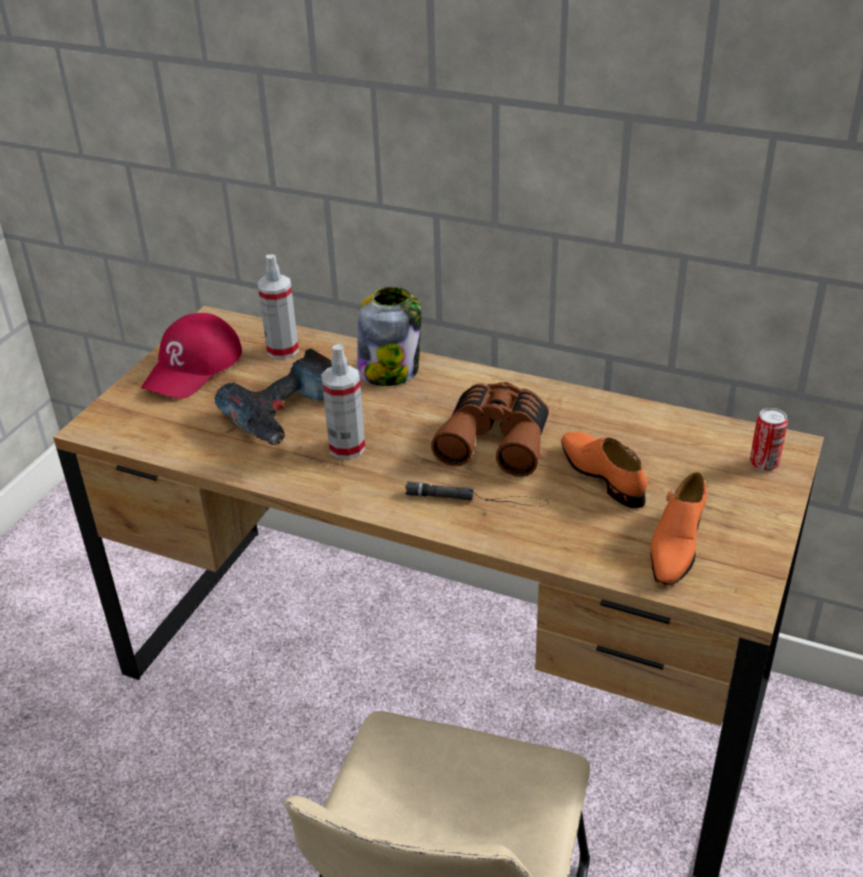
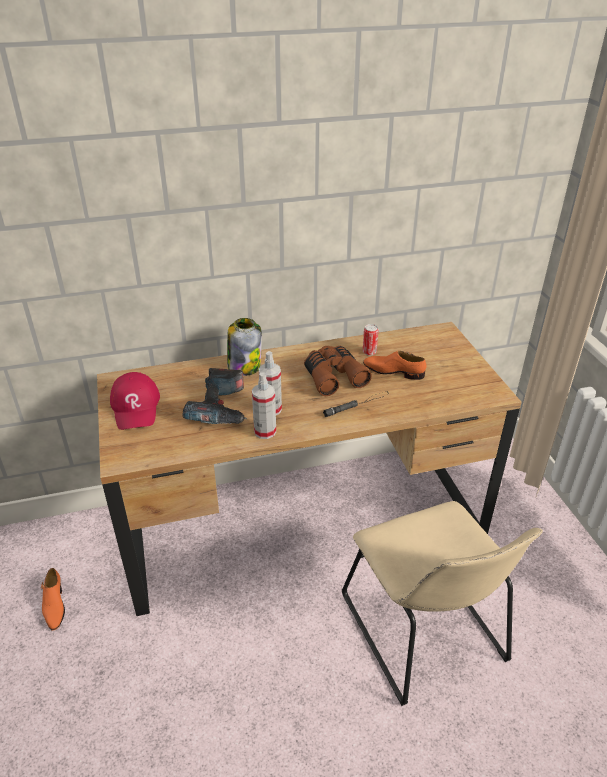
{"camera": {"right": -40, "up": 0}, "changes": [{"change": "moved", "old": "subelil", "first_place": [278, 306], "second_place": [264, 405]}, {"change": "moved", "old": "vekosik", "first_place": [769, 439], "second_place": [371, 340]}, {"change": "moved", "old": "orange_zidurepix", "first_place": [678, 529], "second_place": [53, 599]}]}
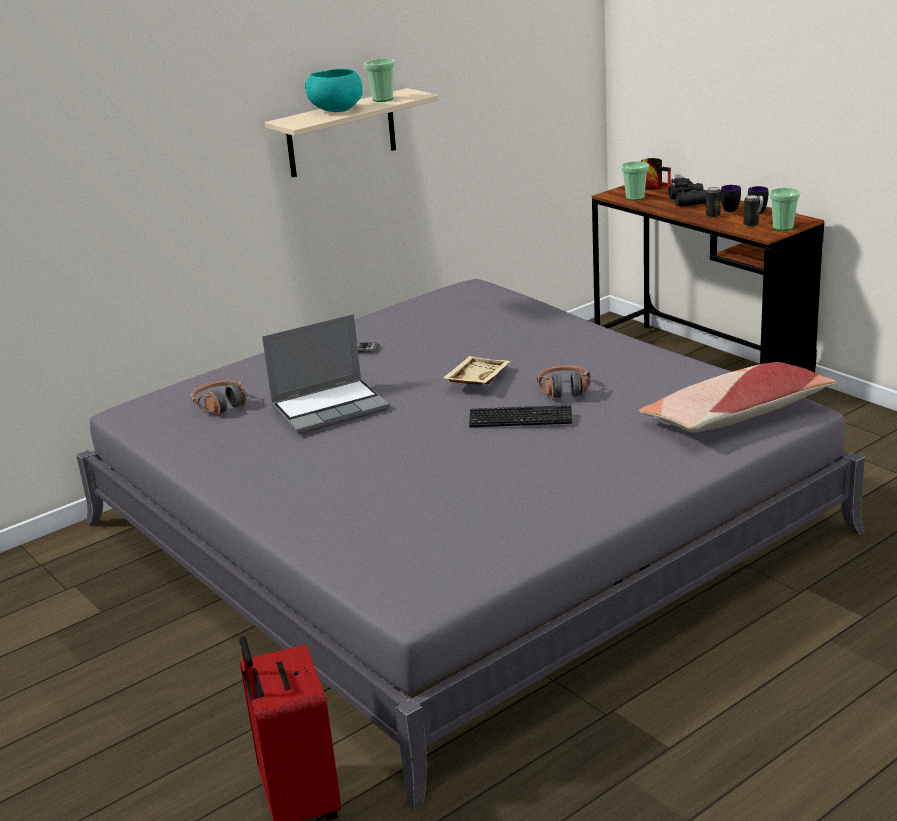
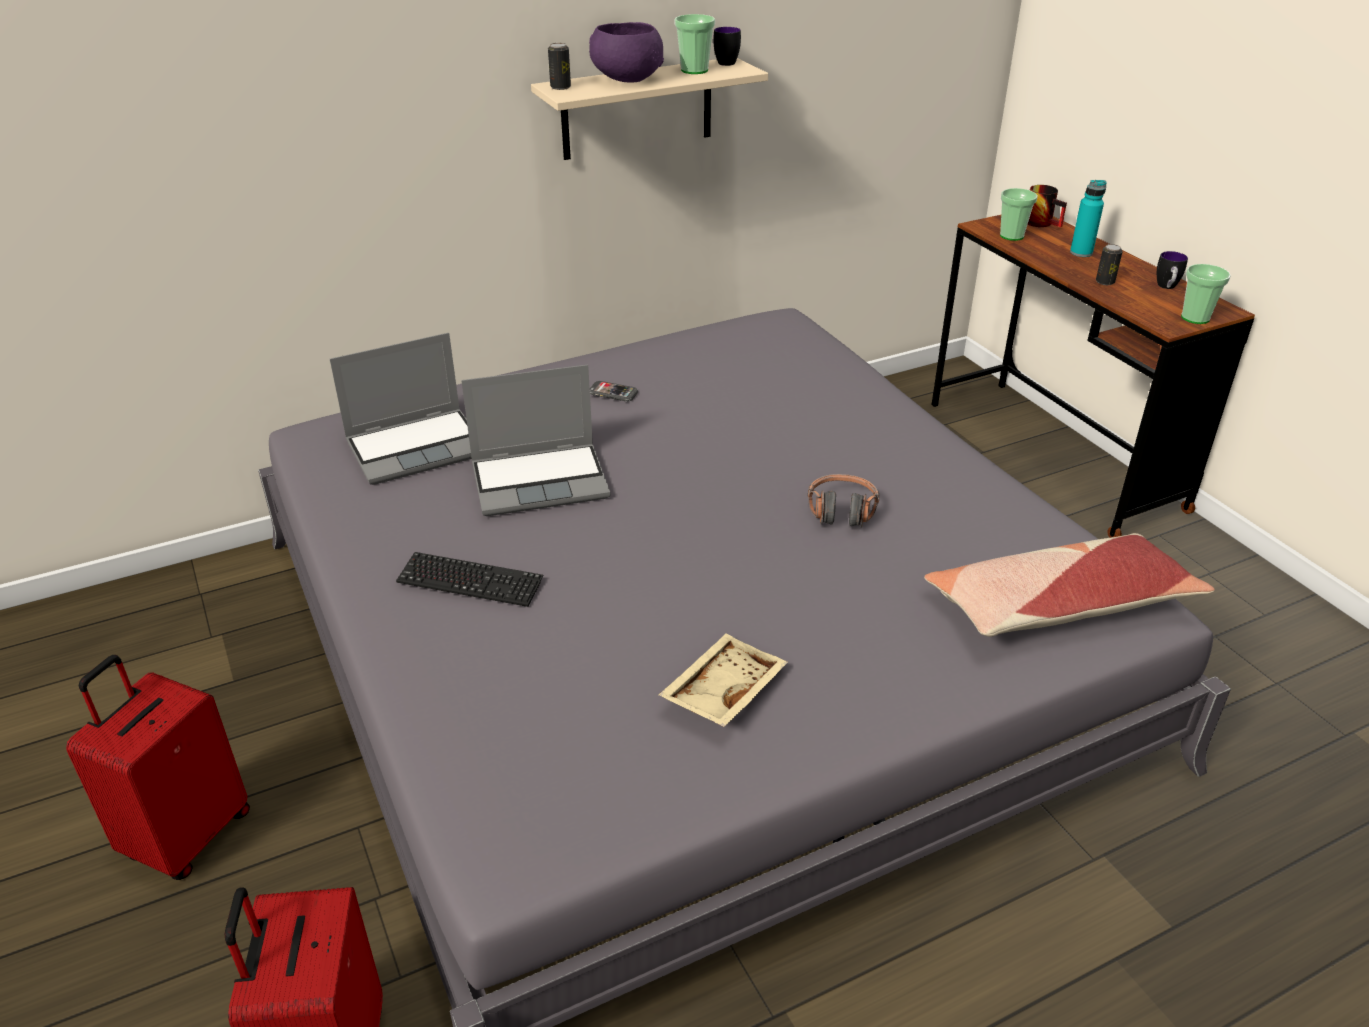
{"camera": {"right": 10, "up": 10}, "changes": [{"change": "recoloured", "old": "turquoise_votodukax", "new": "purple_votodukax", "first_place": [334, 90], "second_place": [626, 52]}, {"change": "replaced", "old": "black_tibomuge", "new": "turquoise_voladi", "first_place": [687, 192], "second_place": [1088, 218]}, {"change": "moved", "old": "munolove", "first_place": [731, 198], "second_place": [727, 46]}, {"change": "moved", "old": "vekosik", "first_place": [751, 211], "second_place": [559, 66]}, {"change": "moved", "old": "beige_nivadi", "first_place": [476, 370], "second_place": [723, 680]}, {"change": "replaced", "old": "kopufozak", "new": "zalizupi", "first_place": [218, 398], "second_place": [401, 409]}, {"change": "moved", "old": "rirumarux", "first_place": [520, 416], "second_place": [470, 579]}, {"change": "added", "new": "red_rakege", "second_place": [158, 767]}]}
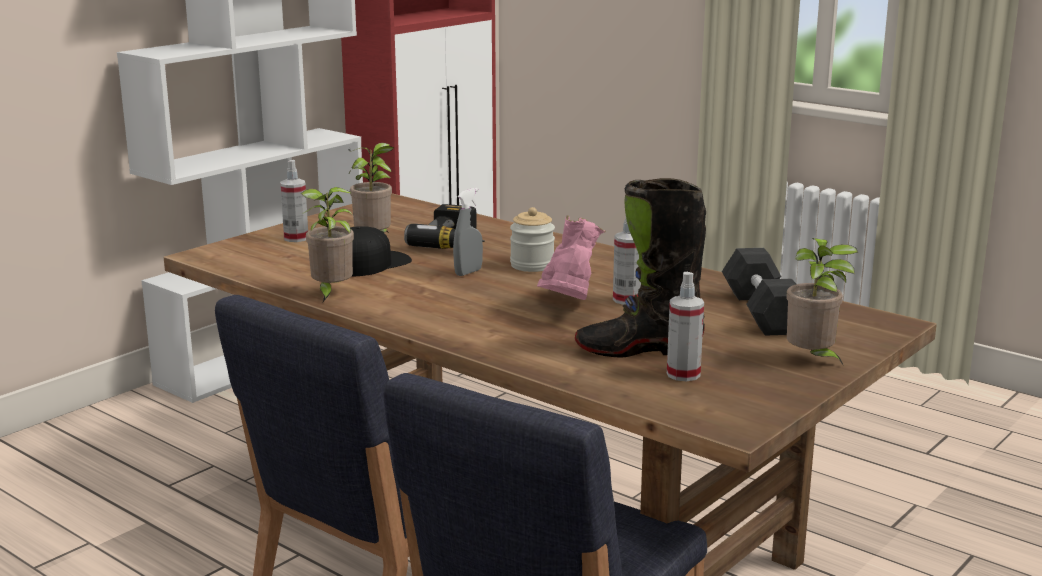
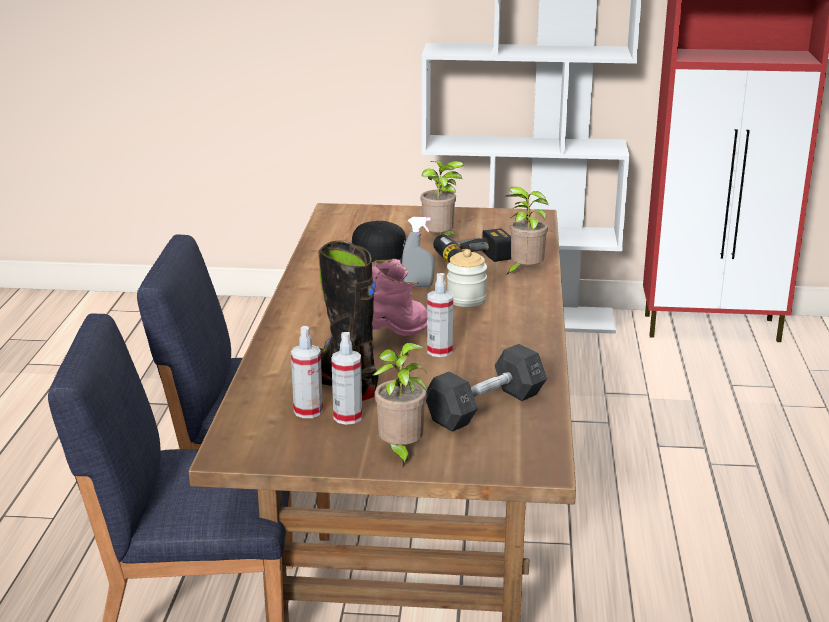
{"camera": {"right": 55, "up": 5}, "changes": [{"change": "moved", "old": "subelil", "first_place": [294, 201], "second_place": [346, 378]}, {"change": "moved", "old": "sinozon", "first_place": [327, 244], "second_place": [526, 231]}]}
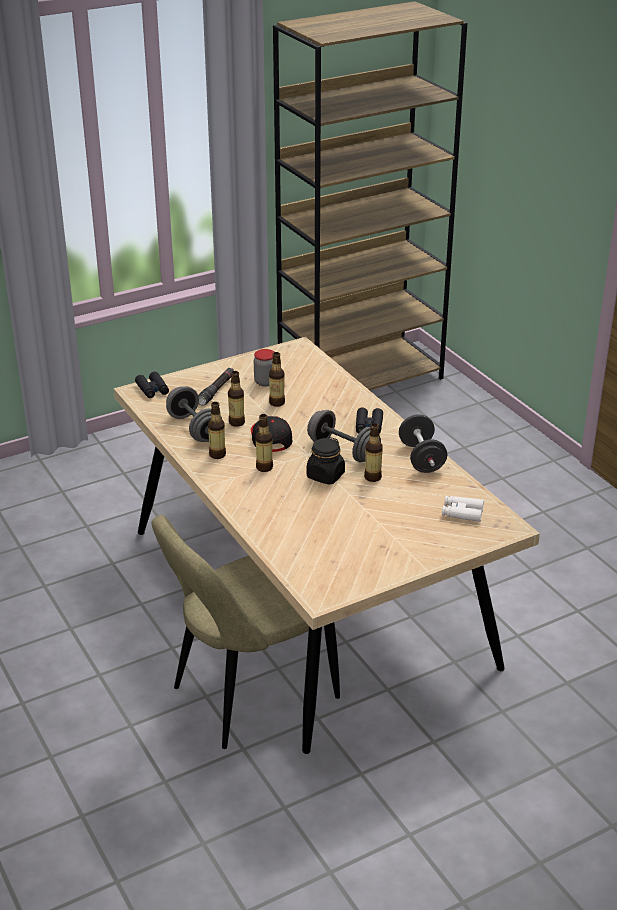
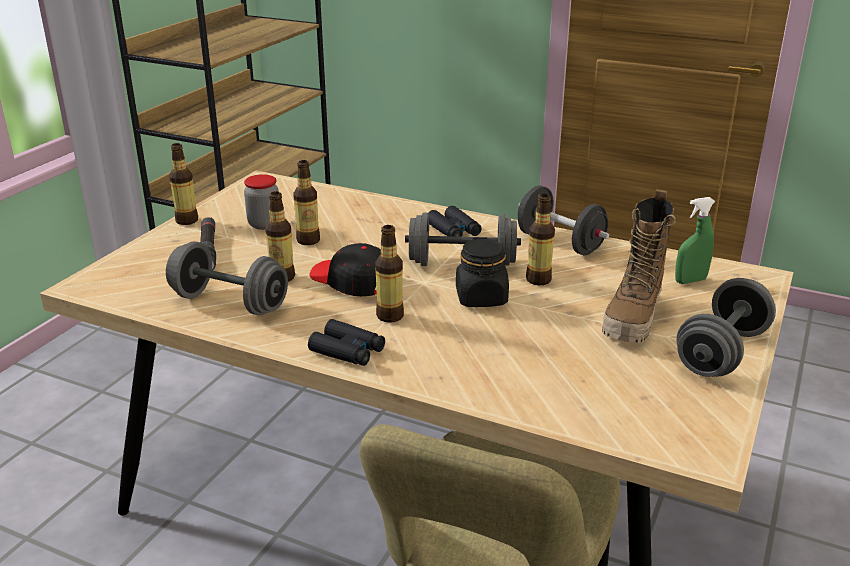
{"camera": {"right": -35, "up": -5}, "changes": [{"change": "moved", "old": "black_tibomuge", "first_place": [152, 385], "second_place": [346, 342]}, {"change": "moved", "old": "voladi", "first_place": [217, 430], "second_place": [183, 184]}, {"change": "replaced", "old": "white_tibomuge", "new": "green_subelil", "first_place": [463, 509], "second_place": [695, 240]}, {"change": "added", "new": "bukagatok", "second_place": [639, 266]}, {"change": "added", "new": "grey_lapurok", "second_place": [726, 327]}]}
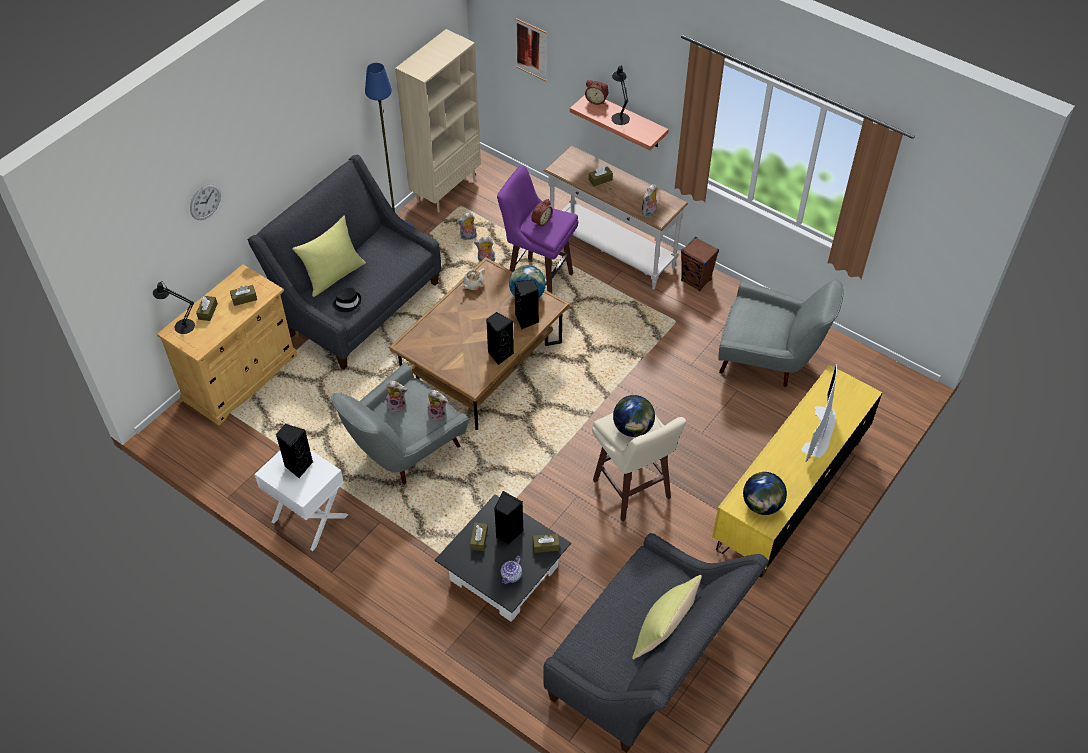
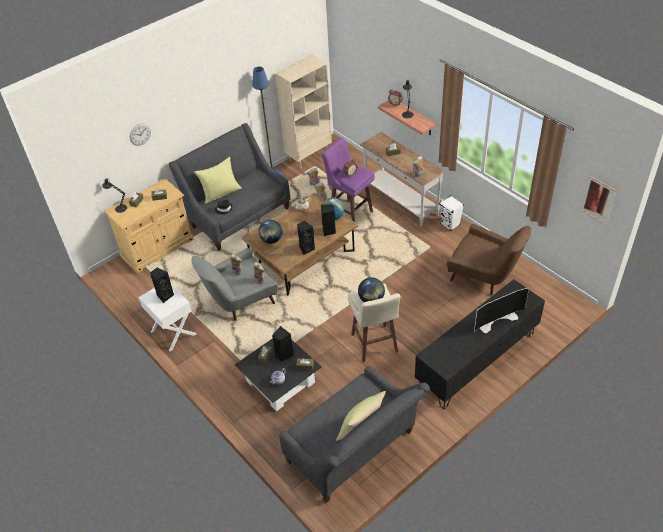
{"camera": {"right": 15, "up": -5}, "changes": [{"change": "moved", "old": "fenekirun", "first_place": [531, 49], "second_place": [599, 201]}, {"change": "recoloured", "old": "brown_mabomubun", "new": "white_mabomubun", "first_place": [700, 264], "second_place": [451, 213]}, {"change": "recoloured", "old": "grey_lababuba", "new": "brown_lababuba", "first_place": [781, 333], "second_place": [489, 259]}, {"change": "turned", "old": "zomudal", "first_place": [819, 413], "second_place": [501, 310], "degrees": -150}, {"change": "recoloured", "old": "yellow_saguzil", "new": "black_saguzil", "first_place": [797, 471], "second_place": [480, 344]}, {"change": "moved", "old": "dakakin", "first_place": [765, 493], "second_place": [271, 232]}]}
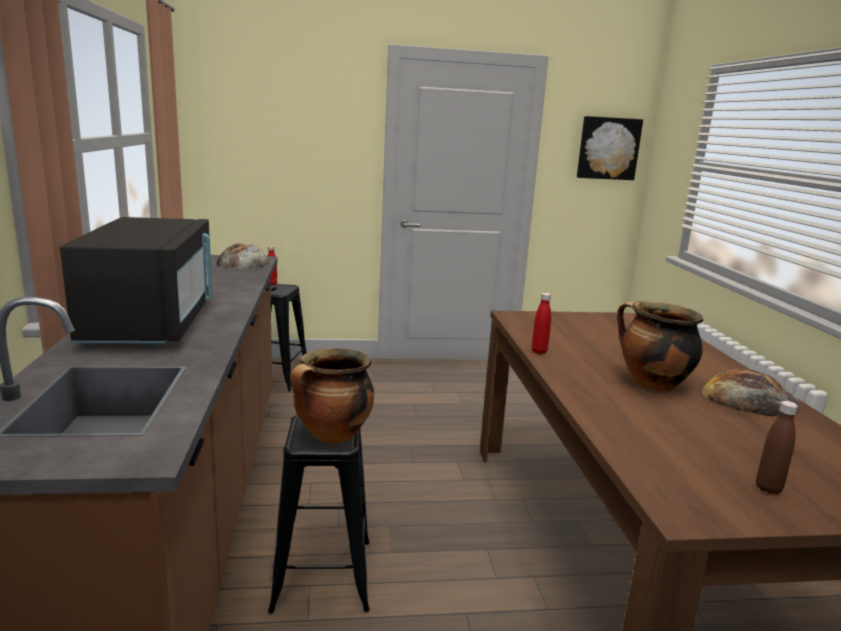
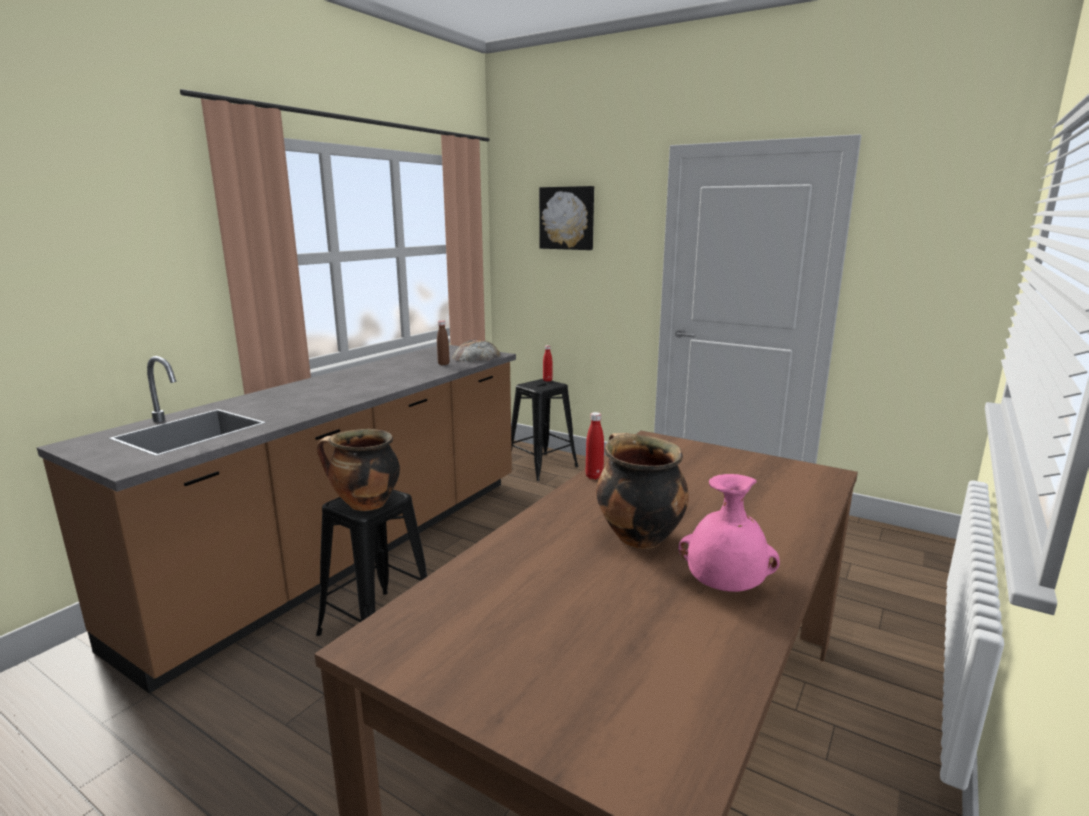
{"camera": {"right": 40, "up": 0}, "changes": [{"change": "moved", "old": "fenekirun", "first_place": [610, 148], "second_place": [566, 218]}, {"change": "removed", "old": "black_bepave", "first_place": [136, 282]}, {"change": "replaced", "old": "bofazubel", "new": "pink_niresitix", "first_place": [751, 393], "second_place": [729, 533]}, {"change": "moved", "old": "brown_voladi", "first_place": [777, 447], "second_place": [443, 343]}]}
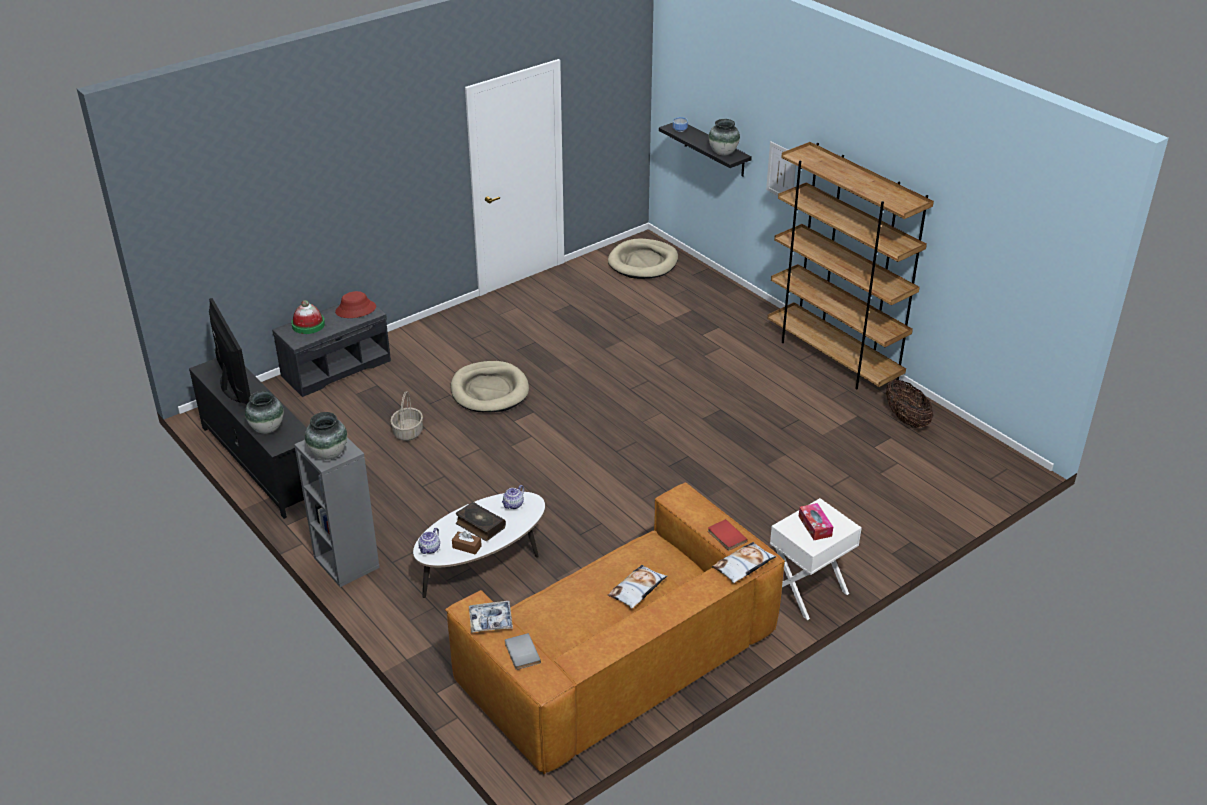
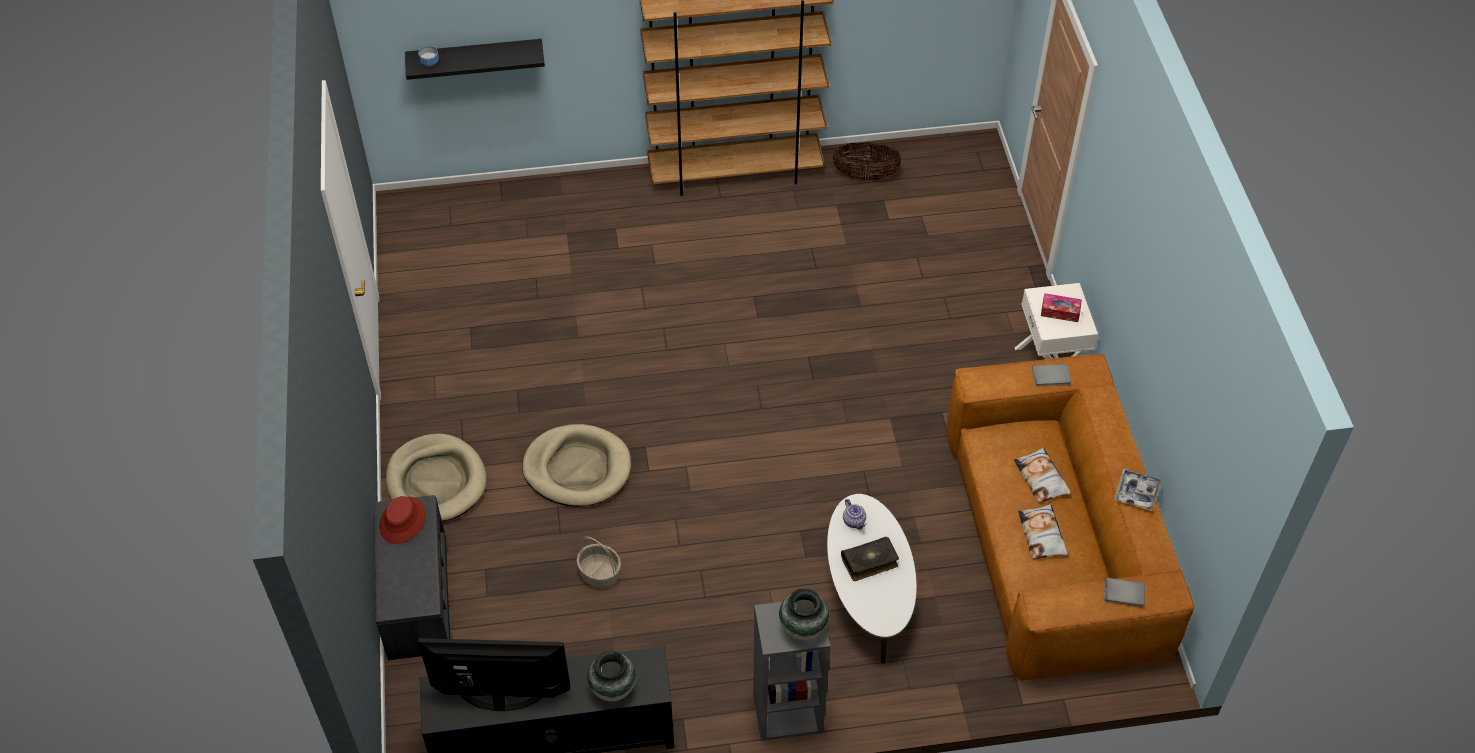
{"camera": {"right": -60, "up": 15}, "changes": [{"change": "removed", "old": "niresitix", "first_place": [724, 137]}, {"change": "removed", "old": "fenekirun", "first_place": [781, 168]}, {"change": "moved", "old": "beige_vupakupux", "first_place": [643, 259], "second_place": [436, 477]}, {"change": "removed", "old": "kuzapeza", "first_place": [308, 317]}, {"change": "recoloured", "old": "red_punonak", "new": "grey_punonak", "first_place": [728, 534], "second_place": [1051, 375]}, {"change": "removed", "old": "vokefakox", "first_place": [429, 541]}, {"change": "removed", "old": "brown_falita", "first_place": [467, 543]}, {"change": "moved", "old": "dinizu", "first_place": [744, 562], "second_place": [1042, 532]}, {"change": "moved", "old": "nivadi", "first_place": [491, 617], "second_place": [1137, 489]}]}
